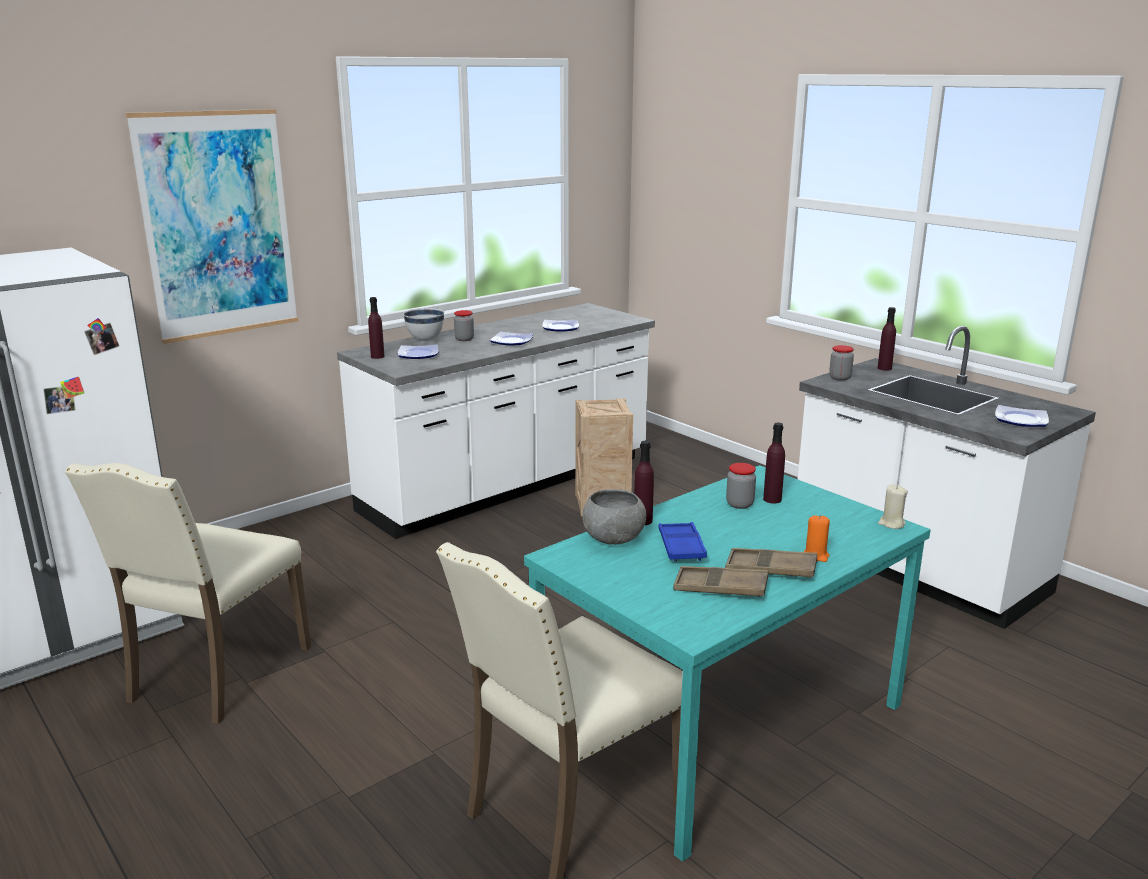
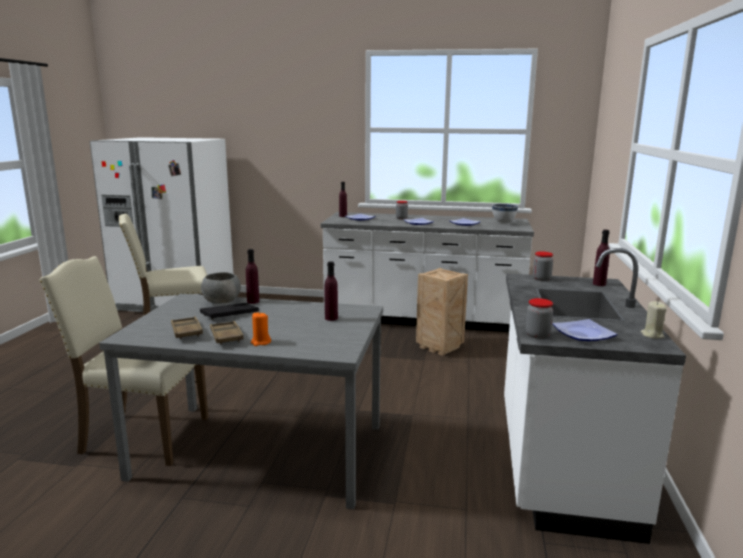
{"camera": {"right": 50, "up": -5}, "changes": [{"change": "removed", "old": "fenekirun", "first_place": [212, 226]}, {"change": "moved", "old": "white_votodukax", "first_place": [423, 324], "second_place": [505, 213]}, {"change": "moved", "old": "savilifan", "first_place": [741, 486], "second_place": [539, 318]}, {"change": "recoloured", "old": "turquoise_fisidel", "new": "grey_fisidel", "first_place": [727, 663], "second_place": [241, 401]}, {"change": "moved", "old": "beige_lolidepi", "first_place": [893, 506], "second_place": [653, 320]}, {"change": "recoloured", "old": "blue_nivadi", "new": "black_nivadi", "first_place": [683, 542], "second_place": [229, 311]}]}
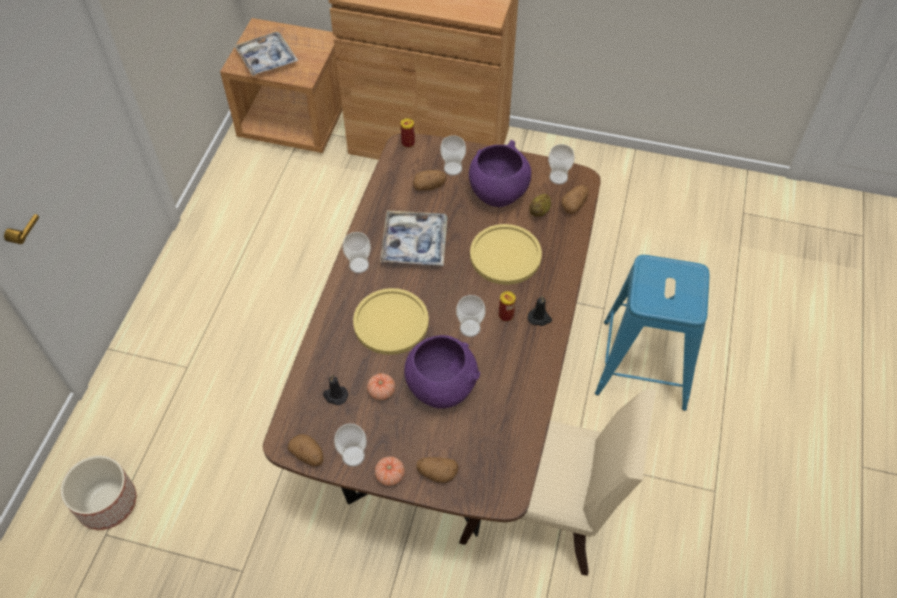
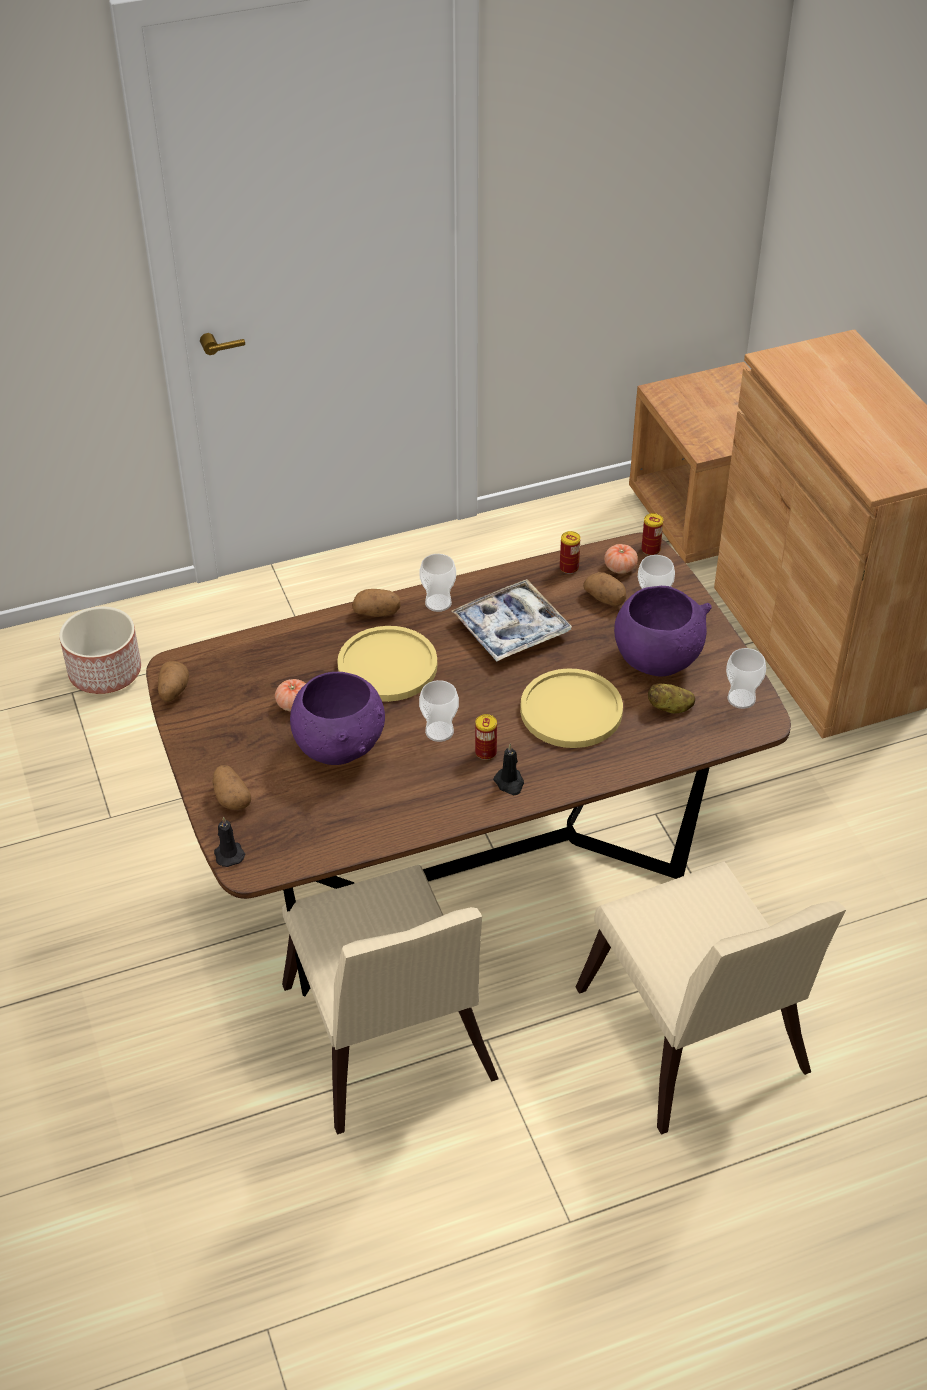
{"camera": {"right": 55, "up": -10}, "changes": [{"change": "removed", "old": "nivadi", "first_place": [266, 54]}, {"change": "moved", "old": "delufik", "first_place": [575, 199], "second_place": [376, 603]}, {"change": "replaced", "old": "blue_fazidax", "new": "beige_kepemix", "first_place": [652, 333], "second_place": [711, 998]}, {"change": "moved", "old": "black_lolidepi", "first_place": [336, 390], "second_place": [229, 842]}, {"change": "removed", "old": "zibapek", "first_place": [350, 445]}, {"change": "moved", "old": "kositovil", "first_place": [390, 471], "second_place": [621, 559]}, {"change": "added", "new": "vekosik", "second_place": [570, 552]}]}
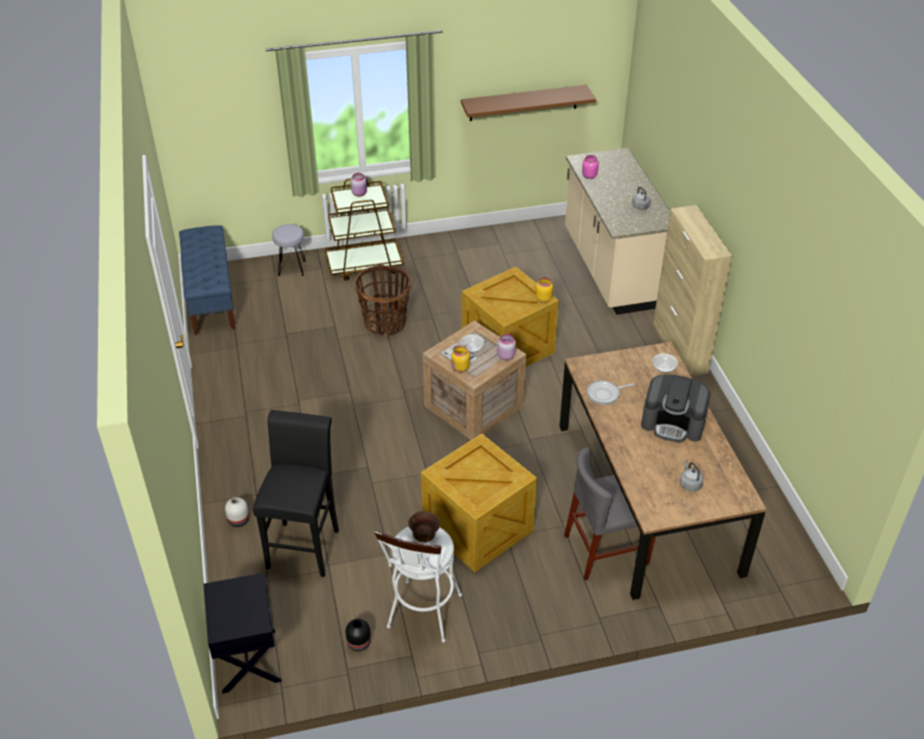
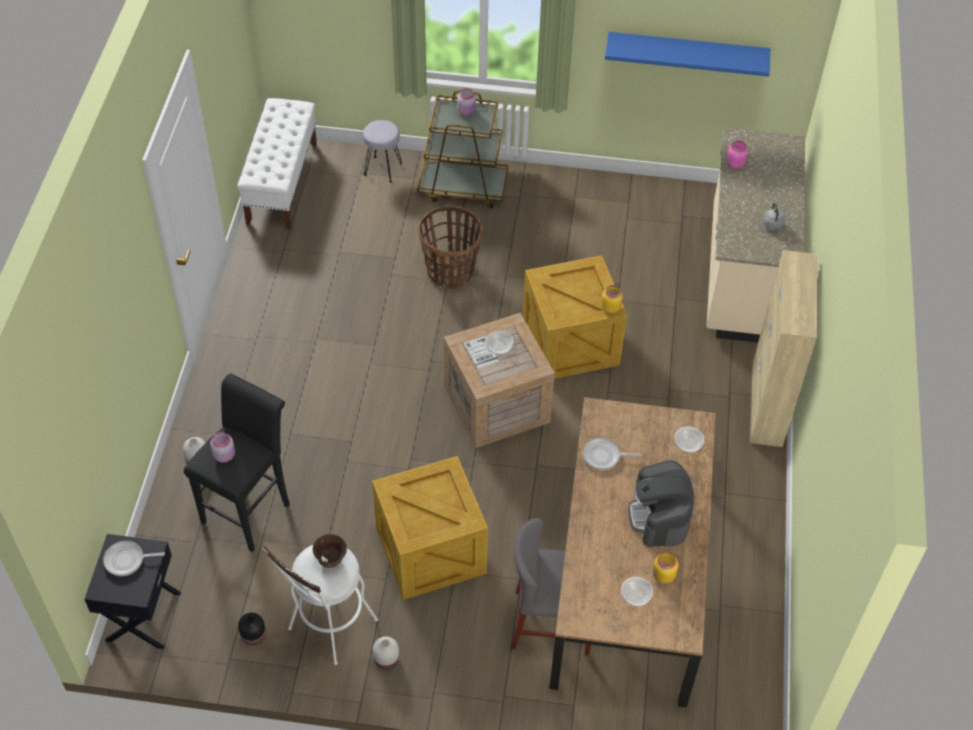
{"camera": {"right": 20, "up": 10}, "changes": [{"change": "recoloured", "old": "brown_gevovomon", "new": "blue_gevovomon", "first_place": [528, 103], "second_place": [687, 54]}, {"change": "recoloured", "old": "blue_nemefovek", "new": "white_nemefovek", "first_place": [207, 280], "second_place": [277, 164]}, {"change": "moved", "old": "pink_savilifan", "first_place": [506, 347], "second_place": [222, 447]}, {"change": "moved", "old": "yellow_savilifan", "first_place": [460, 358], "second_place": [665, 567]}, {"change": "turned", "old": "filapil", "first_place": [675, 408], "second_place": [661, 503], "degrees": 45}, {"change": "replaced", "old": "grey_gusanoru", "new": "votodukax", "first_place": [692, 477], "second_place": [637, 591]}, {"change": "added", "new": "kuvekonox", "second_place": [134, 558]}, {"change": "added", "new": "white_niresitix", "second_place": [386, 653]}]}
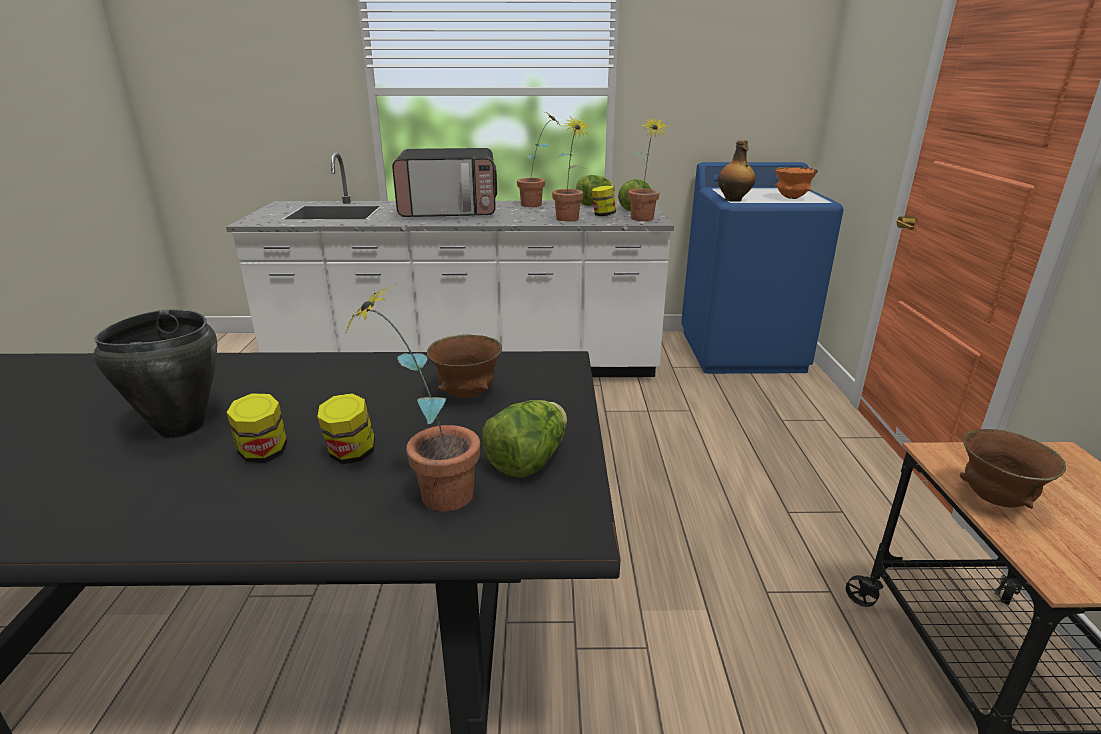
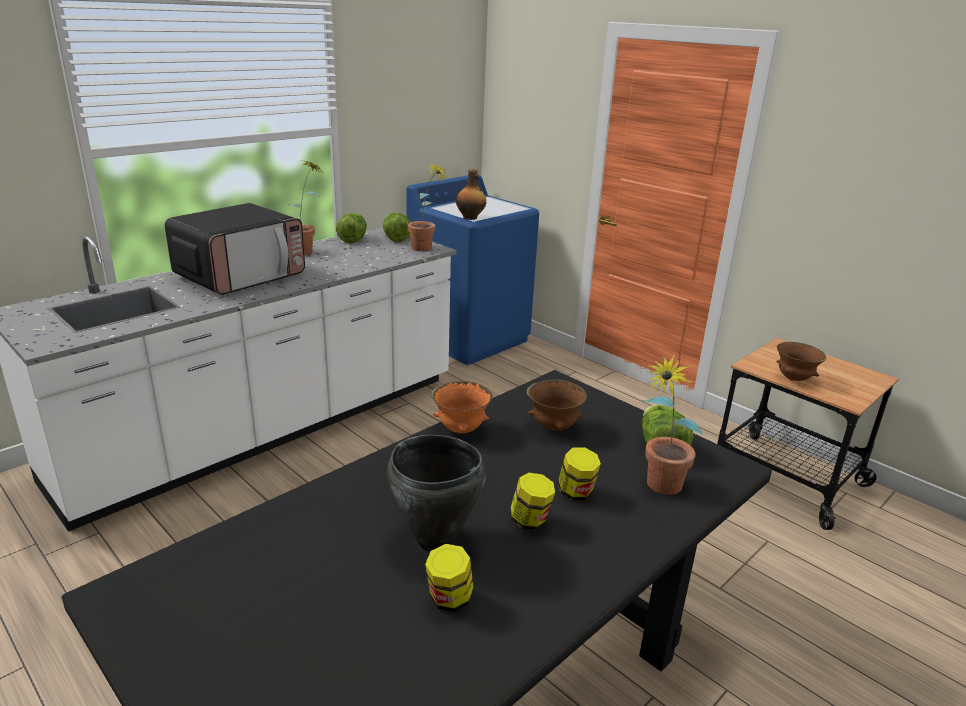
{"camera": {"right": -45, "up": 0}, "changes": [{"change": "removed", "old": "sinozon", "first_place": [571, 169]}, {"change": "moved", "old": "orange_votodukax", "first_place": [796, 183], "second_place": [461, 407]}, {"change": "moved", "old": "savilifan", "first_place": [604, 200], "second_place": [449, 578]}]}
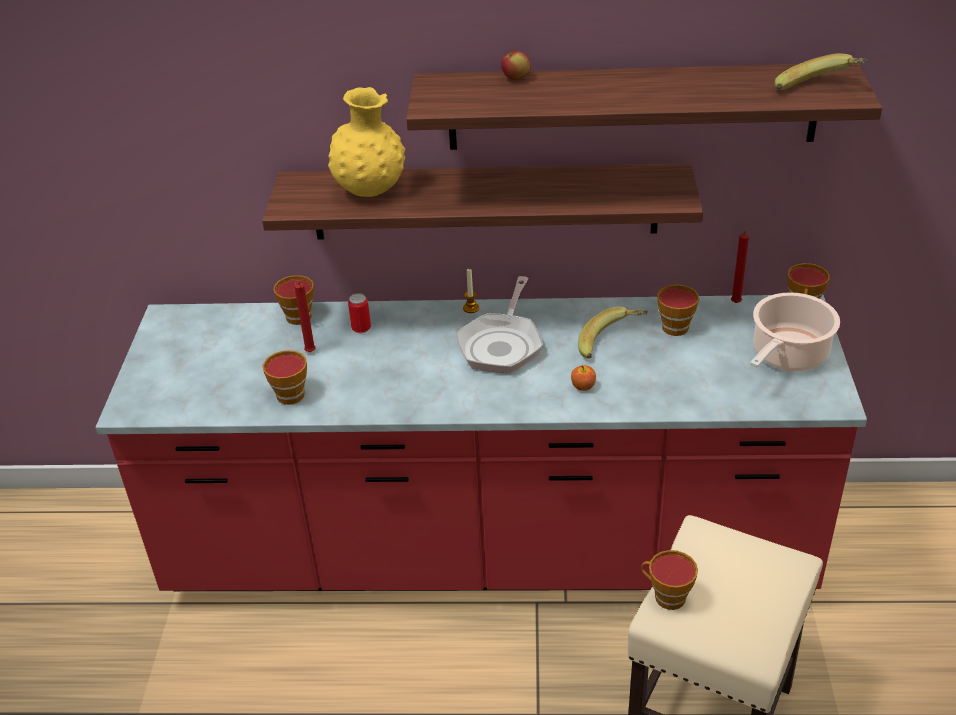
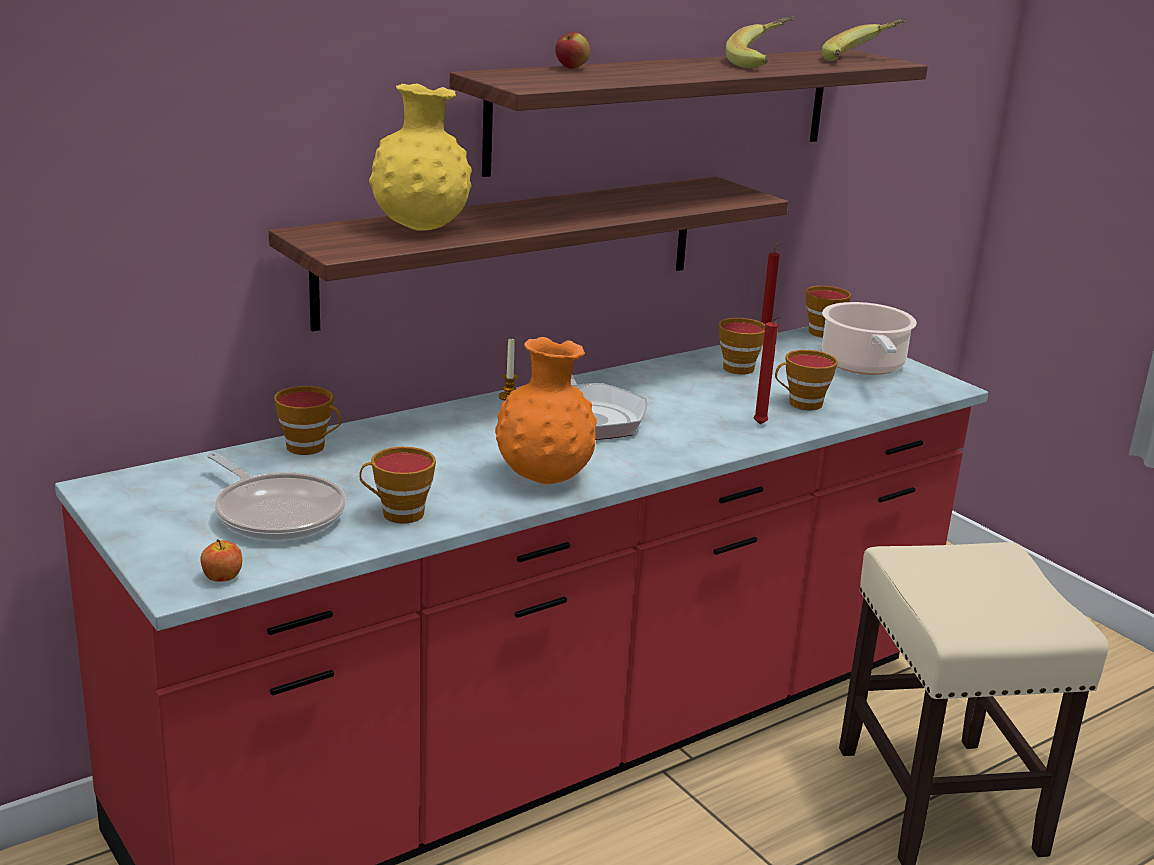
{"camera": {"right": -40, "up": -15}, "changes": [{"change": "moved", "old": "red_lolidepi", "first_place": [305, 317], "second_place": [767, 370]}, {"change": "removed", "old": "vekosik", "first_place": [359, 314]}, {"change": "moved", "old": "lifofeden", "first_place": [613, 332], "second_place": [759, 42]}, {"change": "moved", "old": "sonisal", "first_place": [583, 378], "second_place": [221, 560]}, {"change": "moved", "old": "zibapek", "first_place": [669, 580], "second_place": [806, 380]}, {"change": "added", "new": "orange_niresitix", "second_place": [546, 410]}, {"change": "added", "new": "kuvekonox", "second_place": [276, 496]}]}
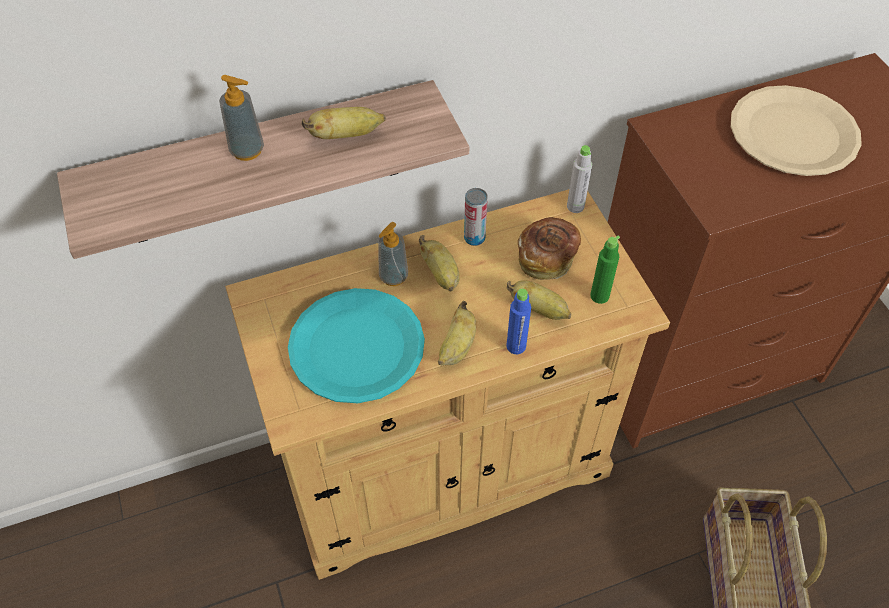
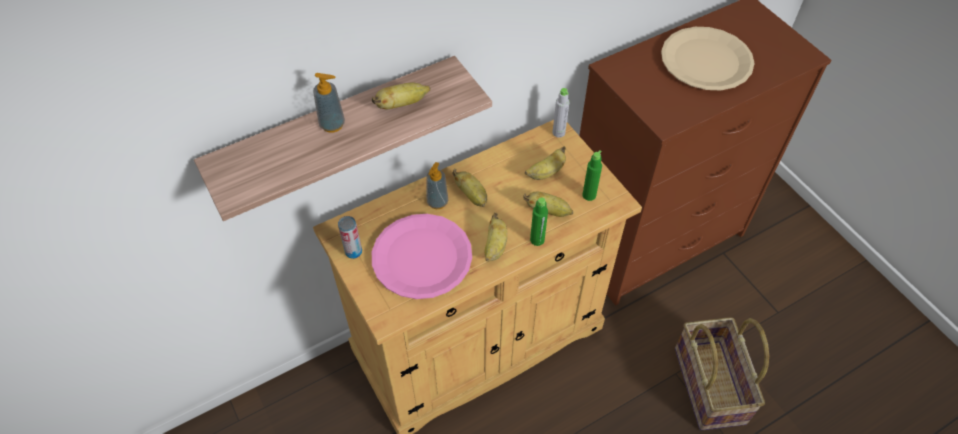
{"camera": {"right": -10, "up": 0}, "changes": [{"change": "moved", "old": "vekosik", "first_place": [476, 217], "second_place": [350, 237]}, {"change": "replaced", "old": "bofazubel", "new": "lifofeden", "first_place": [549, 248], "second_place": [545, 163]}, {"change": "recoloured", "old": "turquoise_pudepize", "new": "pink_pudepize", "first_place": [356, 345], "second_place": [422, 256]}, {"change": "recoloured", "old": "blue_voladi", "new": "green_voladi", "first_place": [518, 321], "second_place": [539, 221]}]}
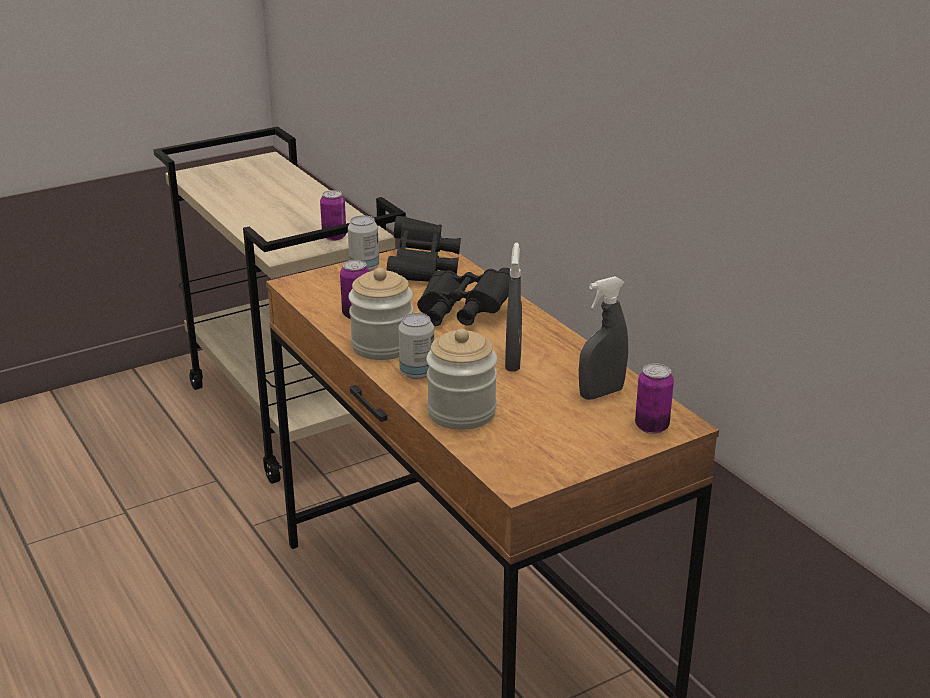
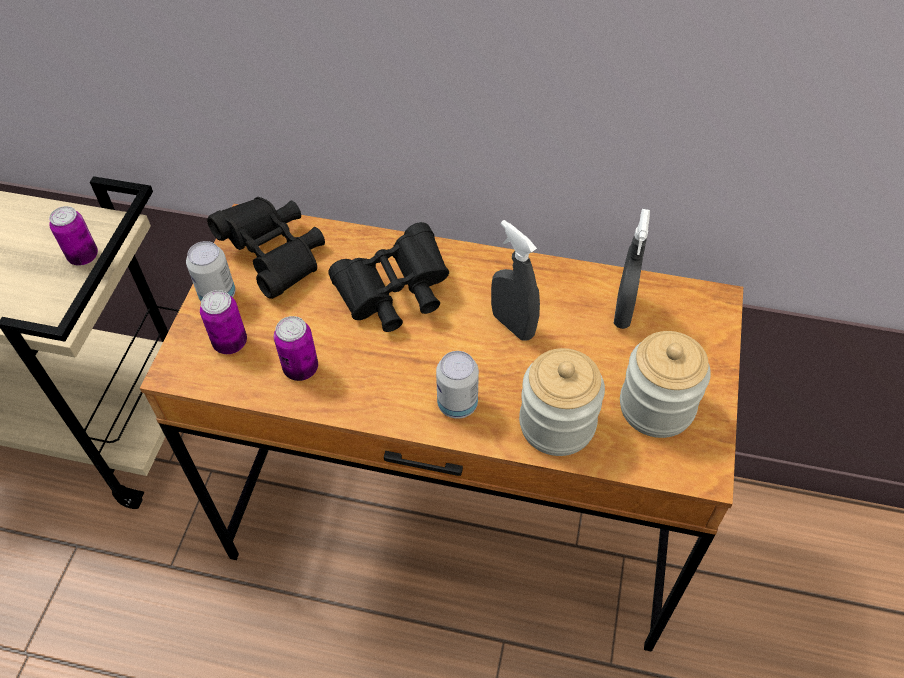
{"camera": {"right": -45, "up": 25}, "changes": [{"change": "moved", "old": "savilifan", "first_place": [380, 314], "second_place": [665, 384]}, {"change": "moved", "old": "vekosik", "first_place": [654, 398], "second_place": [223, 322]}]}
